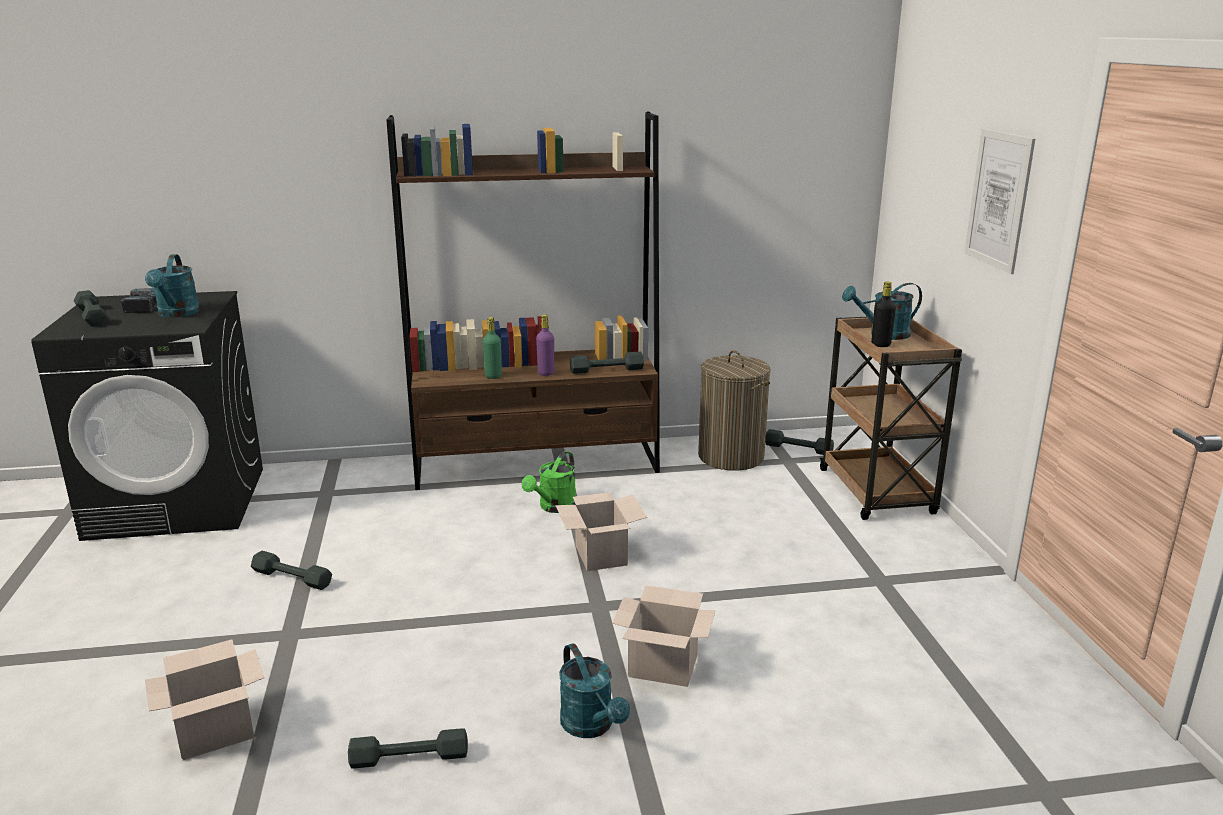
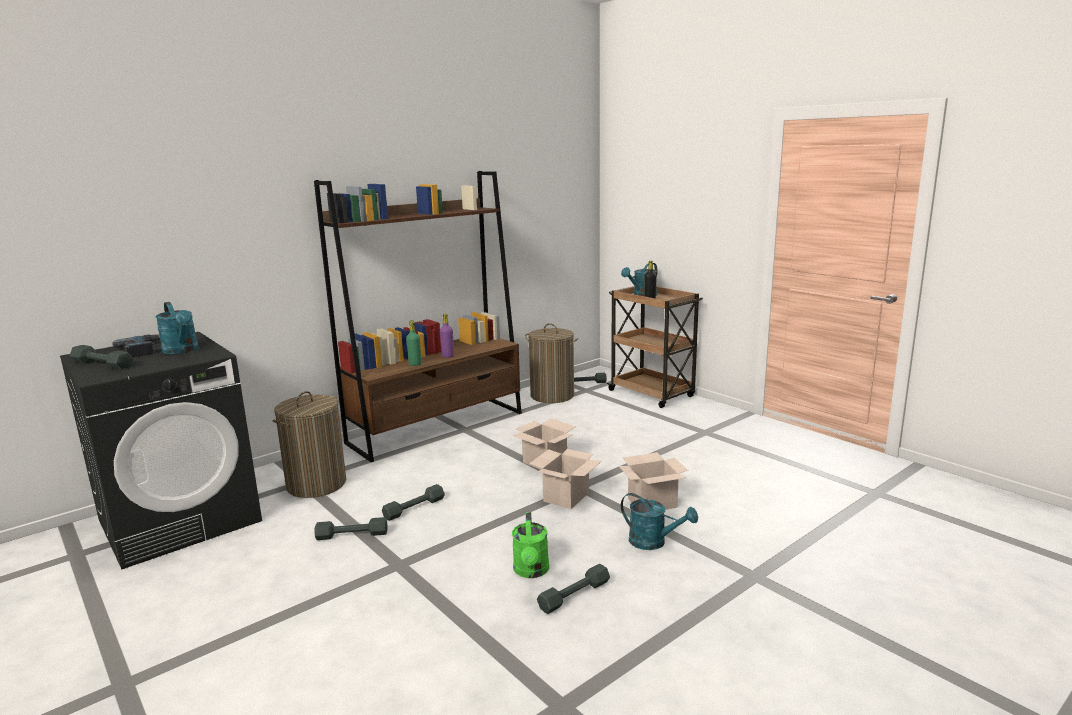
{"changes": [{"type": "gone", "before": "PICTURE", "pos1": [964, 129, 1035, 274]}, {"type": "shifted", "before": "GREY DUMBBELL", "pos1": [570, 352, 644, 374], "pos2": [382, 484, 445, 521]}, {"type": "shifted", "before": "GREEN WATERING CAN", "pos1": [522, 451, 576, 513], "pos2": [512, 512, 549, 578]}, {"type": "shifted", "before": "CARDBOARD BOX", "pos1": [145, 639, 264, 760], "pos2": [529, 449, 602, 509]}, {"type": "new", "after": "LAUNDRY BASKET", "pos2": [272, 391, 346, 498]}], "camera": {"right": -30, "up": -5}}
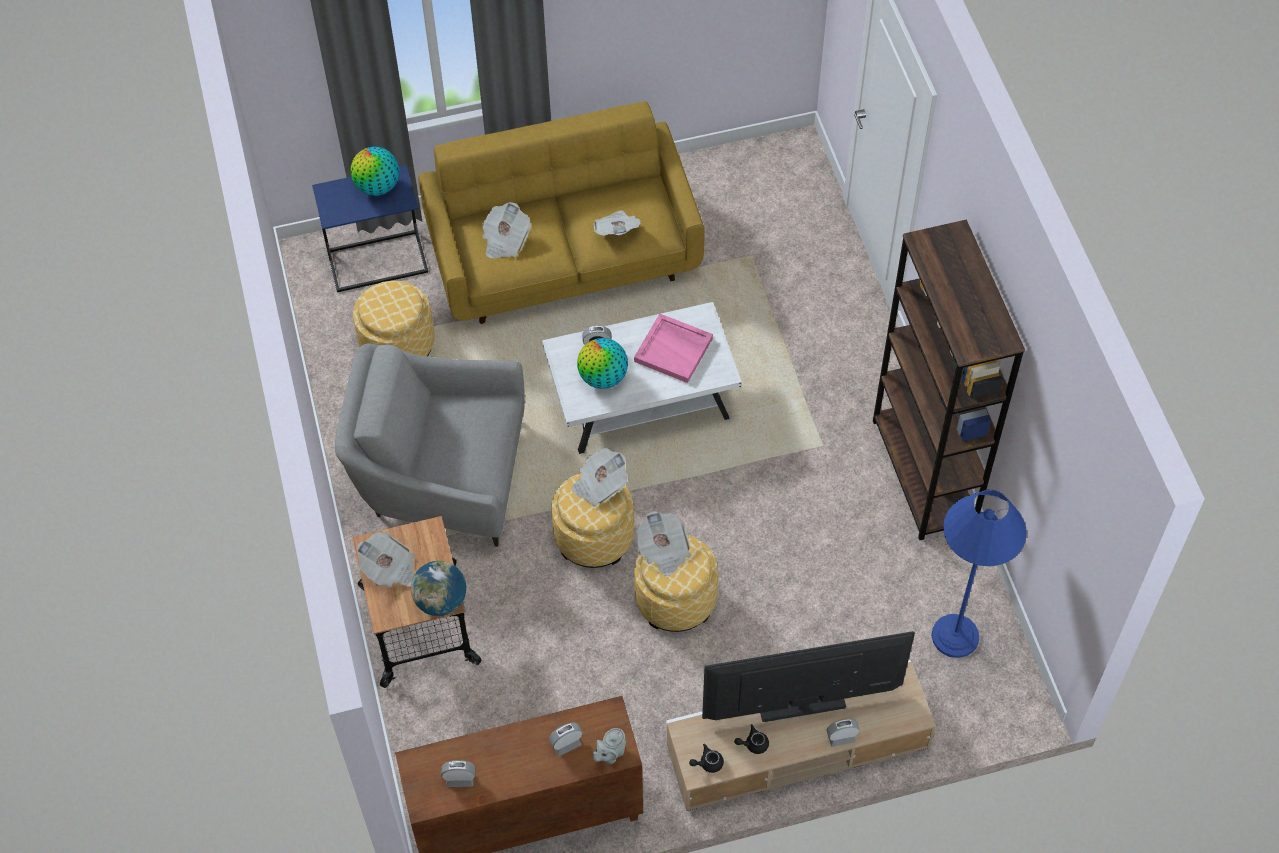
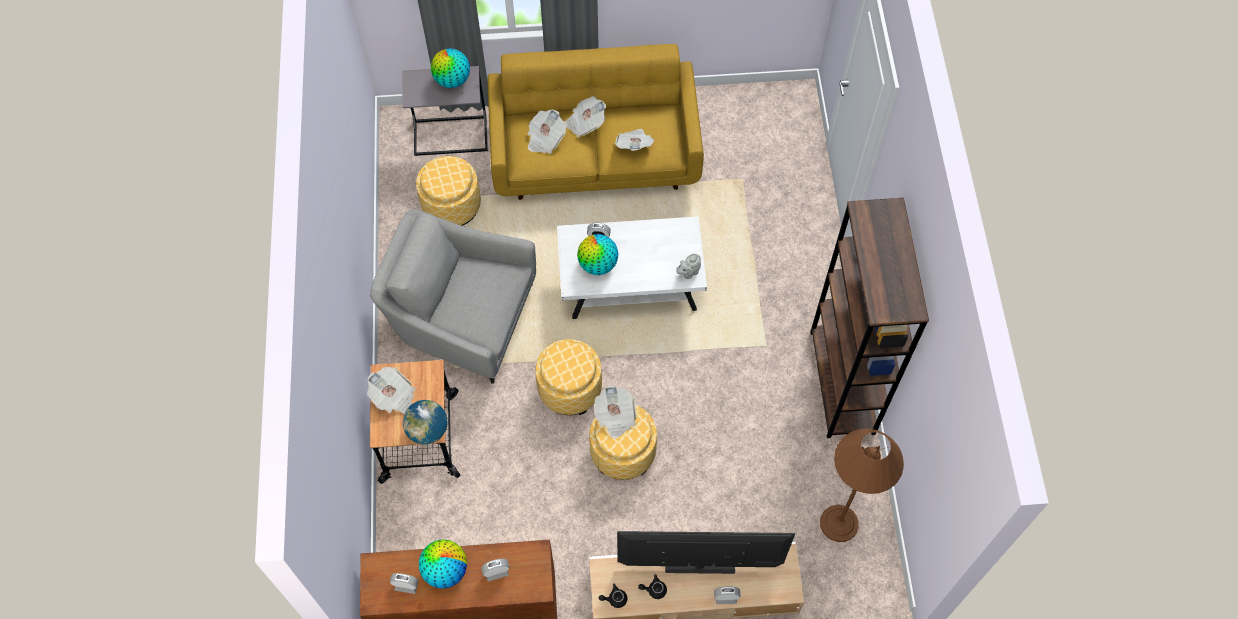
{"changes": [{"type": "repainted", "before": "BLUE SIDE TABLE", "after": "GREY SIDE TABLE", "pos1": [312, 165, 428, 292], "pos2": [402, 66, 488, 156]}, {"type": "gone", "before": "PINK TRAY", "pos1": [634, 314, 713, 383]}, {"type": "shifted", "before": "NEWSPAPER", "pos1": [572, 448, 628, 507], "pos2": [565, 96, 606, 138]}, {"type": "repainted", "before": "BLUE FLOOR LAMP", "after": "BROWN FLOOR LAMP", "pos1": [931, 490, 1026, 658], "pos2": [820, 429, 904, 542]}, {"type": "shifted", "before": "GREY TEAPOT", "pos1": [593, 728, 626, 764], "pos2": [676, 254, 701, 279]}, {"type": "new", "after": "GLOBE", "pos2": [419, 539, 467, 589]}], "camera": {"right": 10, "up": 5}}
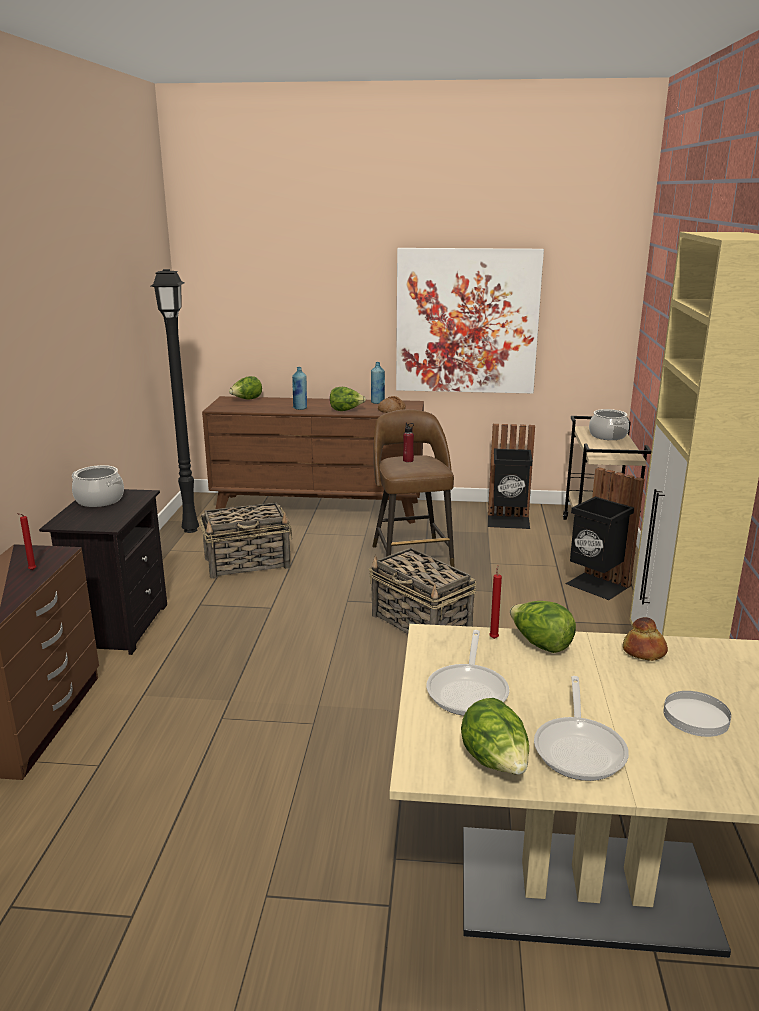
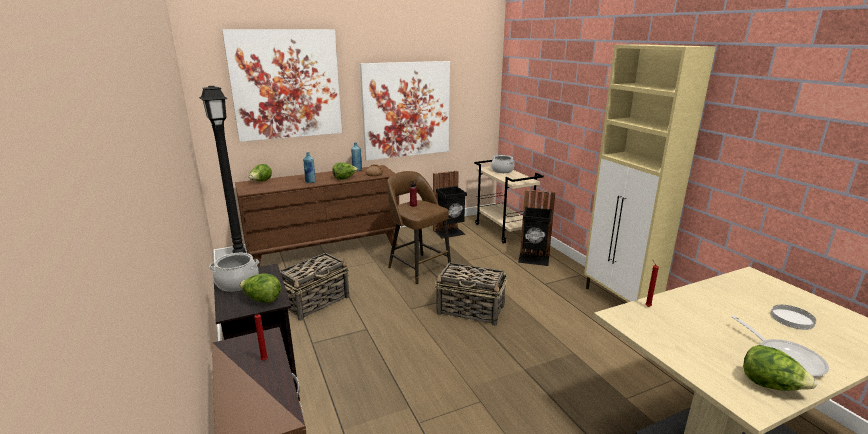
{"changes": [{"type": "shifted", "before": "LETTUCE", "pos1": [510, 601, 576, 653], "pos2": [240, 273, 281, 303]}, {"type": "gone", "before": "BREAD", "pos1": [623, 617, 668, 661]}, {"type": "gone", "before": "FRYING PAN", "pos1": [426, 630, 509, 716]}, {"type": "new", "after": "PICTURE", "pos2": [222, 29, 342, 142]}], "camera": {"right": -30, "up": 0}}
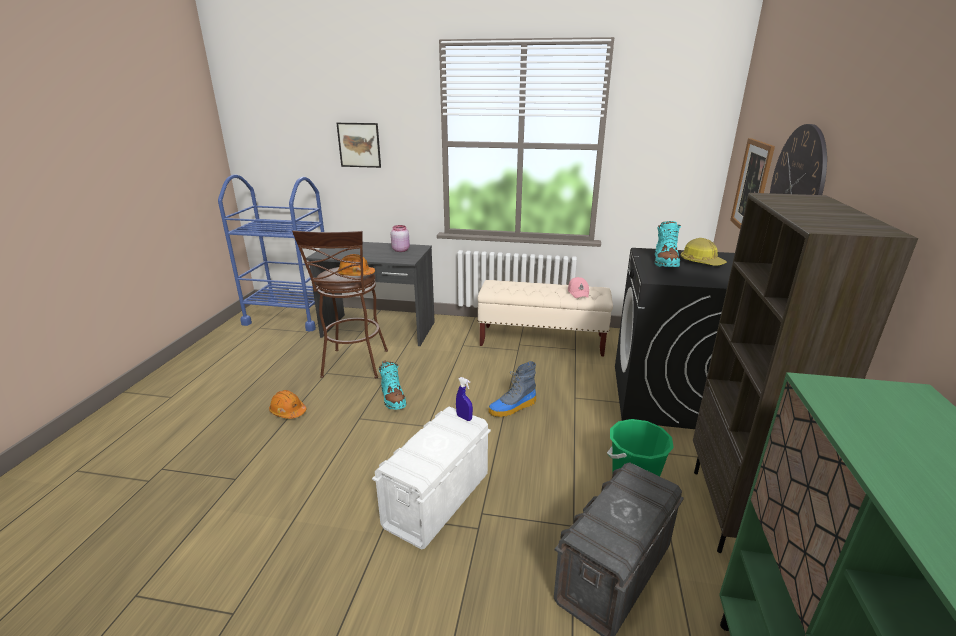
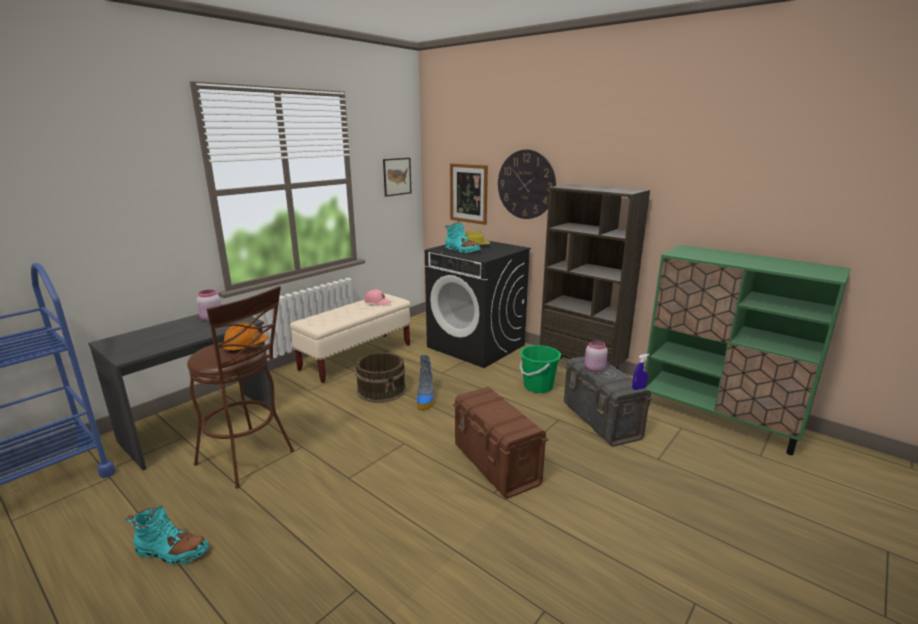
{"changes": [{"type": "shifted", "before": "PICTURE", "pos1": [336, 123, 381, 168], "pos2": [383, 158, 411, 197]}, {"type": "shifted", "before": "TURQUOISE BOOT", "pos1": [379, 360, 406, 410], "pos2": [125, 505, 209, 565]}, {"type": "shifted", "before": "BLUE SPRAY BOTTLE", "pos1": [456, 377, 473, 421], "pos2": [632, 354, 649, 390]}, {"type": "gone", "before": "ORANGE HARD HAT", "pos1": [269, 390, 307, 419]}, {"type": "repainted", "before": "WHITE STORAGE BOX", "after": "BROWN STORAGE BOX", "pos1": [372, 406, 491, 550], "pos2": [453, 387, 548, 499]}, {"type": "new", "after": "PINK JAR", "pos2": [584, 340, 608, 372]}, {"type": "new", "after": "BROWN BUCKET", "pos2": [355, 352, 406, 403]}], "camera": {"right": -60, "up": -5}}
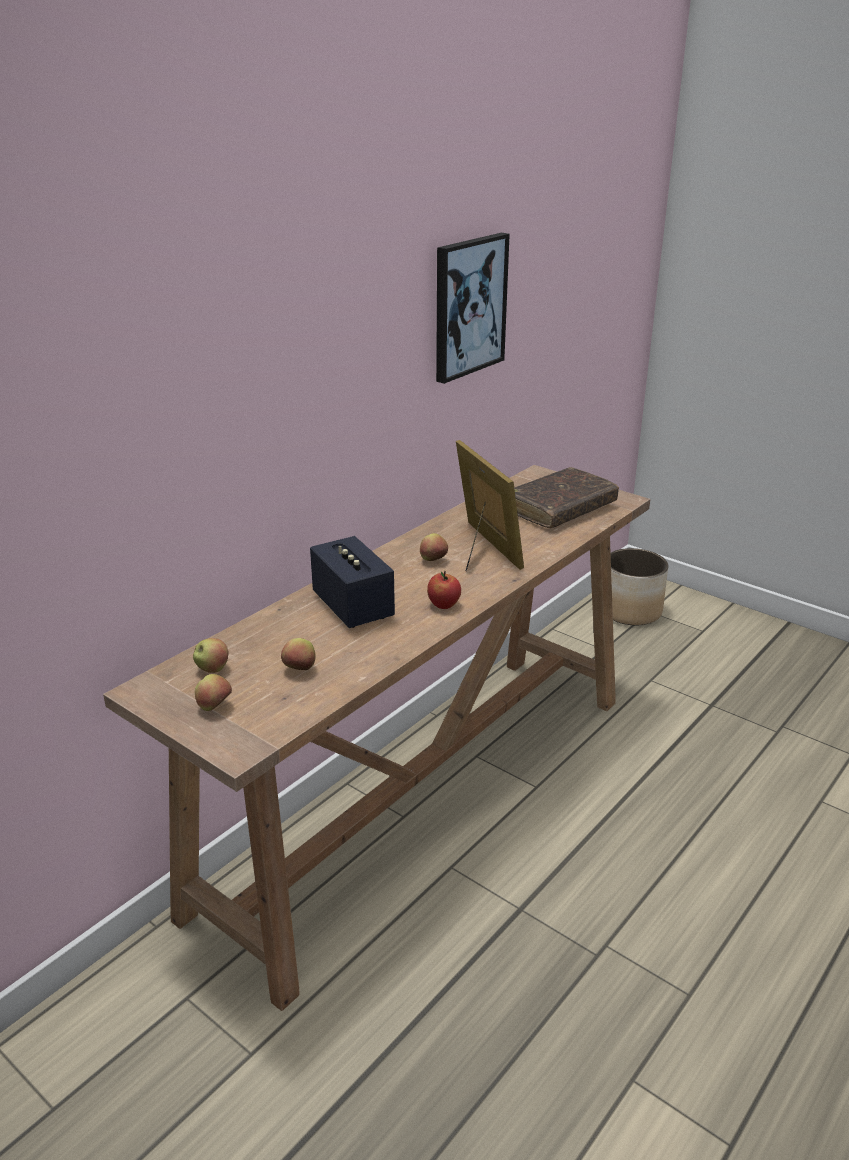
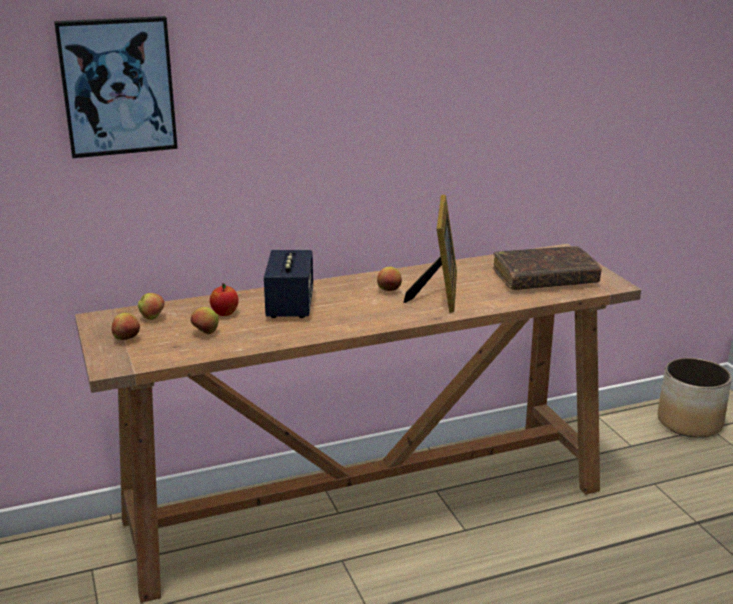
{"changes": [{"type": "shifted", "before": "PICTURE", "pos1": [436, 233, 510, 384], "pos2": [54, 16, 178, 158]}, {"type": "shifted", "before": "APPLE", "pos1": [427, 571, 461, 609], "pos2": [210, 283, 239, 316]}], "camera": {"right": 30, "up": -5}}
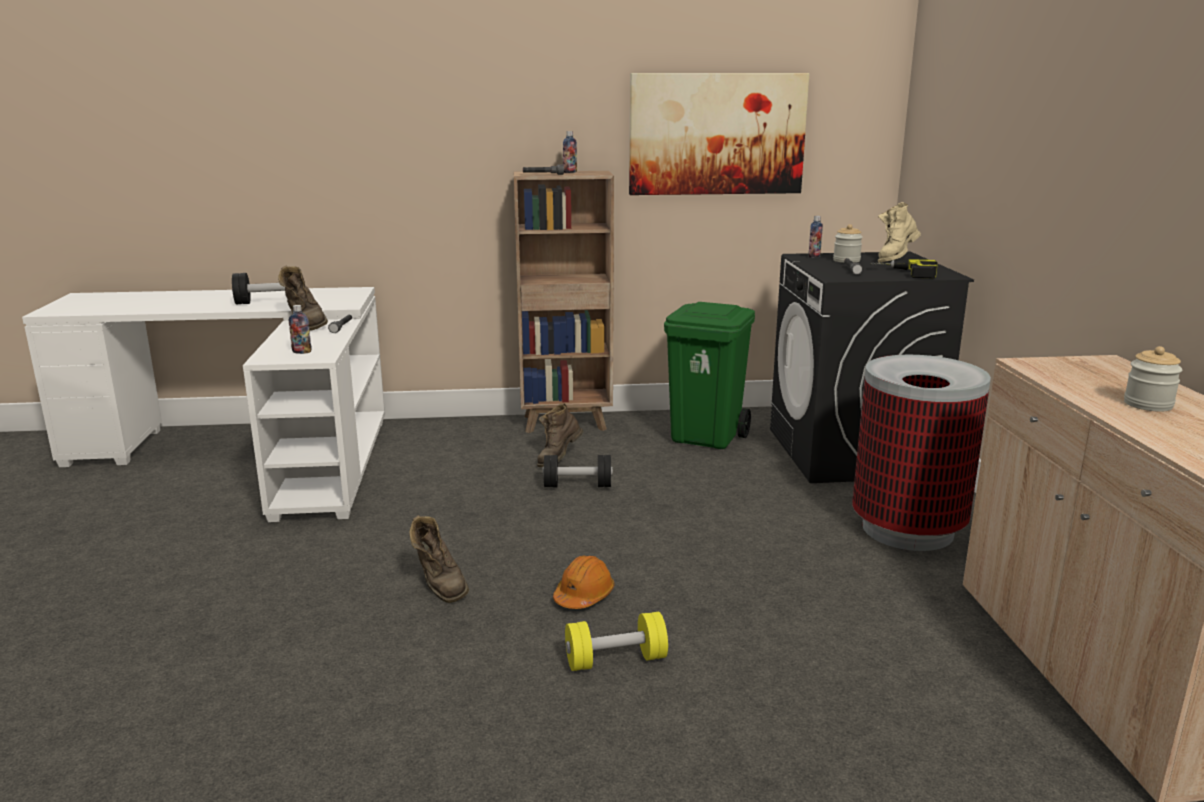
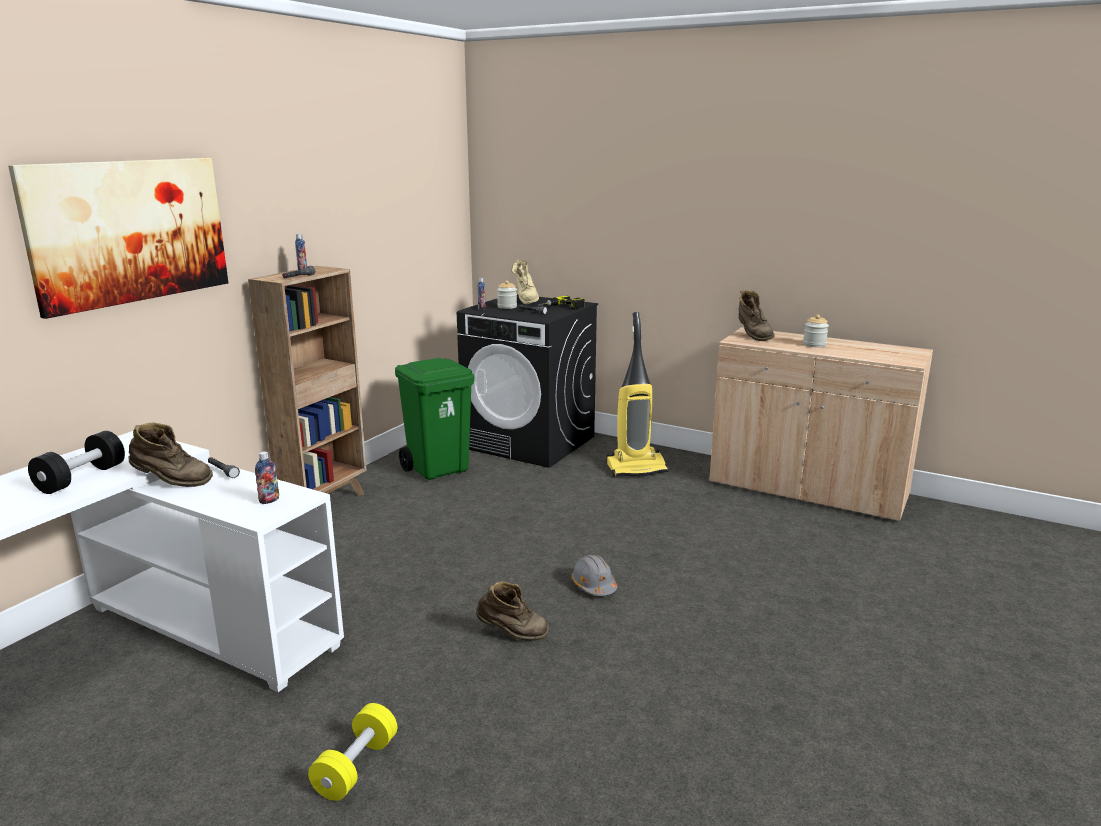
{"changes": [{"type": "shifted", "before": "PICTURE", "pos1": [629, 73, 810, 195], "pos2": [8, 158, 228, 319]}, {"type": "swapped", "before": "TRASH CAN", "after": "VACUUM CLEANER", "pos1": [852, 355, 991, 551], "pos2": [606, 312, 669, 477]}, {"type": "shifted", "before": "BROWN BOOT", "pos1": [537, 403, 583, 467], "pos2": [738, 290, 775, 341]}, {"type": "gone", "before": "BLACK DUMBBELL", "pos1": [542, 455, 613, 487]}, {"type": "repainted", "before": "ORANGE HARD HAT", "after": "GREY HARD HAT", "pos1": [553, 555, 614, 609], "pos2": [571, 555, 617, 596]}, {"type": "shifted", "before": "YELLOW DUMBBELL", "pos1": [565, 612, 668, 671], "pos2": [308, 703, 397, 801]}], "camera": {"right": -55, "up": 0}}
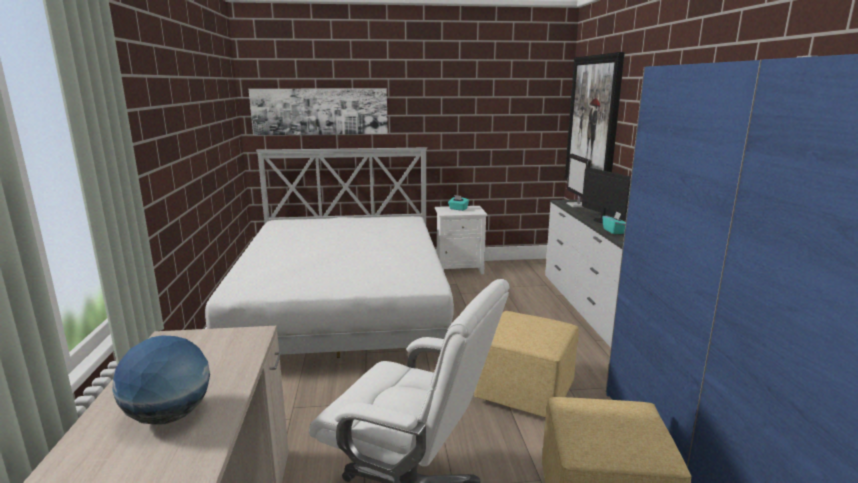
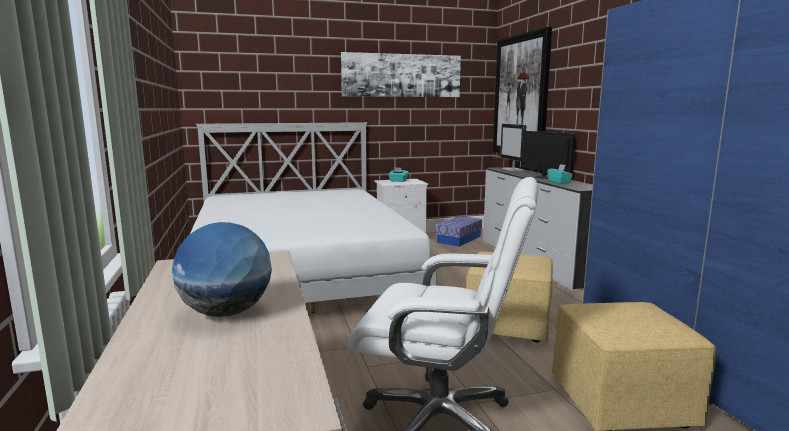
{"changes": [{"type": "shifted", "before": "PICTURE", "pos1": [249, 89, 388, 135], "pos2": [341, 52, 461, 97]}, {"type": "new", "after": "STORAGE BOX", "pos2": [436, 216, 482, 247]}], "camera": {"right": -10, "up": -5}}
